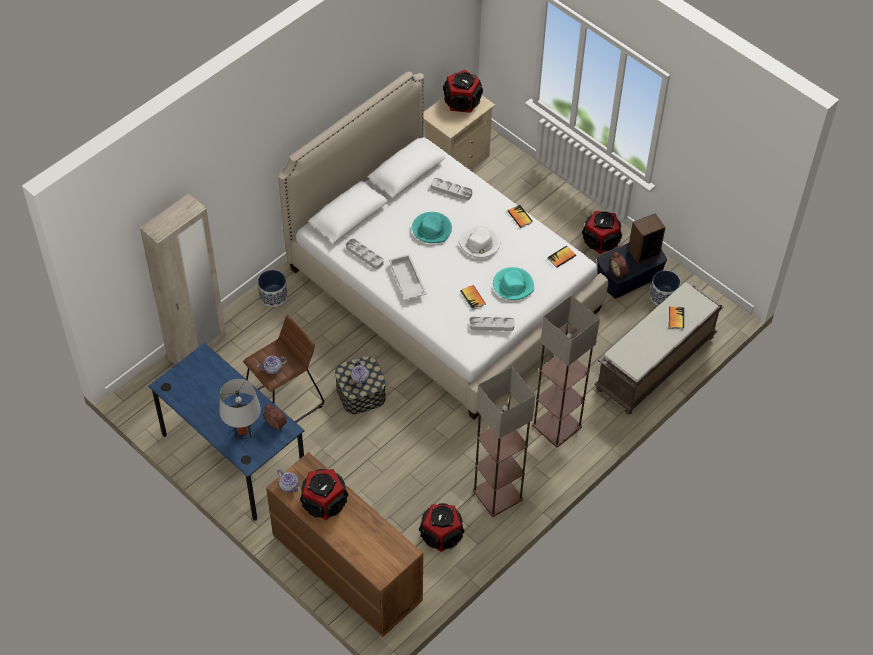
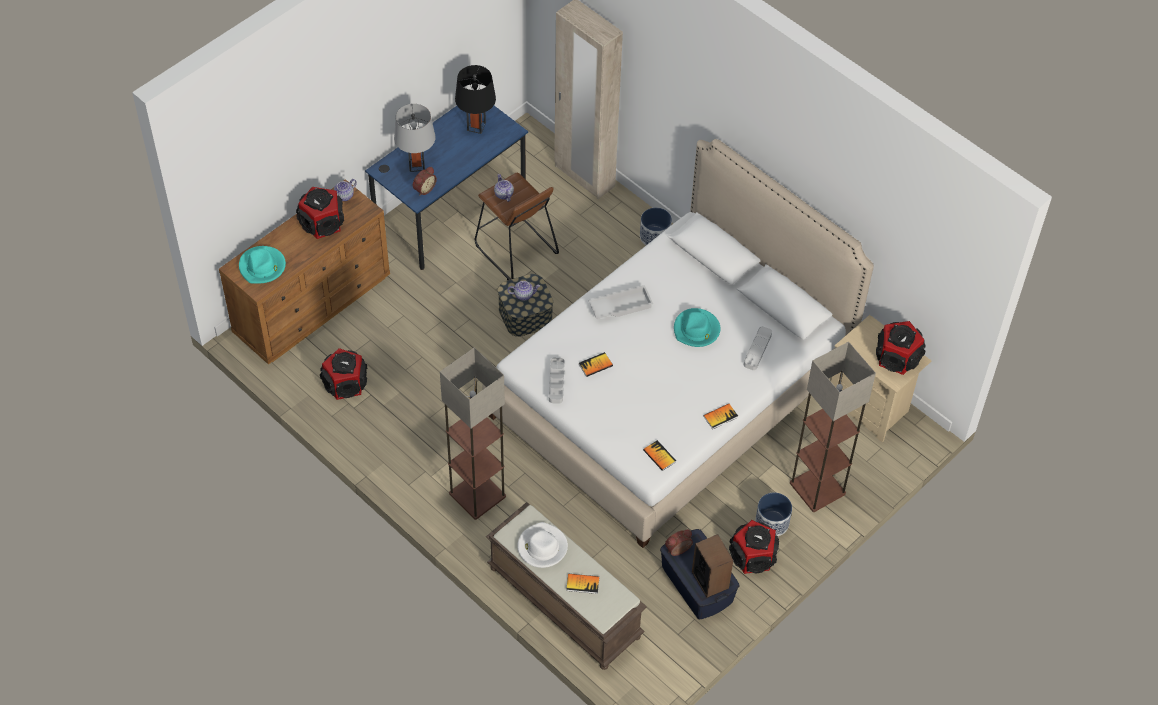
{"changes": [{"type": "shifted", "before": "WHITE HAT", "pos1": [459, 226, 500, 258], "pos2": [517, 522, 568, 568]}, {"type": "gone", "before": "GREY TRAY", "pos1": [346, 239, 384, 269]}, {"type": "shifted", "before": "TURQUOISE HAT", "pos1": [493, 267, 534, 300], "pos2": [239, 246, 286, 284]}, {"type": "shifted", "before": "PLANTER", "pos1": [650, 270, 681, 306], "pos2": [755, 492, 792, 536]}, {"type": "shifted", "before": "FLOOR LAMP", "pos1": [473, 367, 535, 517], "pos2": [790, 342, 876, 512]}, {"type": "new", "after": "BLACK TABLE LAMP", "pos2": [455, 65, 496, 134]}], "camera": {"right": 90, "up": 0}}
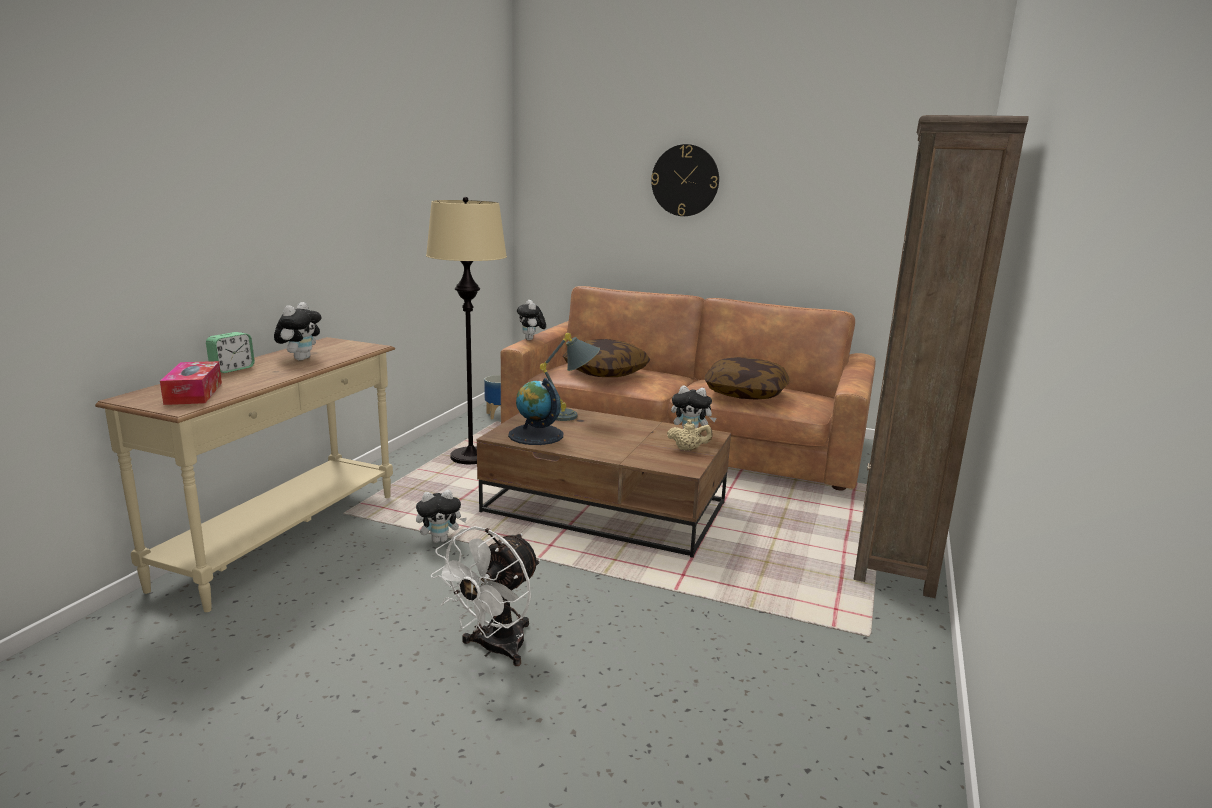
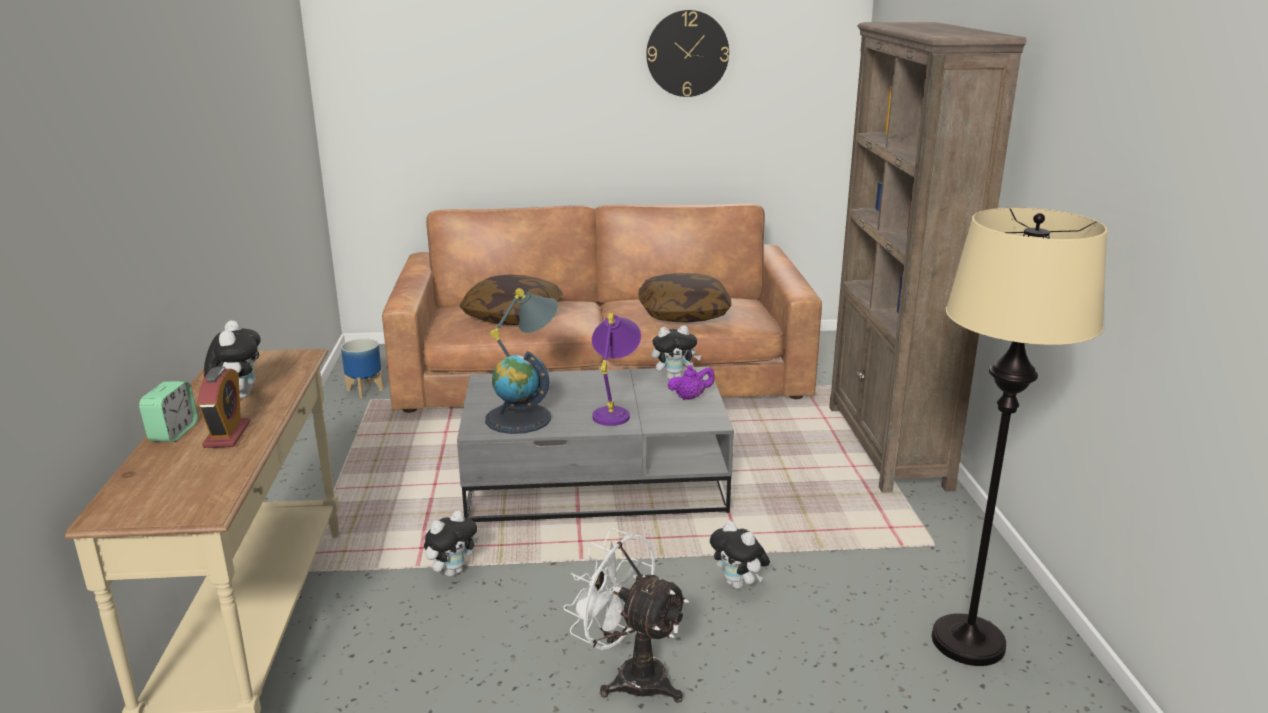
{"changes": [{"type": "shifted", "before": "WALL CLOCK", "pos1": [651, 144, 719, 216], "pos2": [646, 10, 729, 97]}, {"type": "shifted", "before": "BEIGE FLOOR LAMP", "pos1": [426, 197, 507, 464], "pos2": [932, 208, 1108, 666]}, {"type": "shifted", "before": "PLUSH TOY", "pos1": [517, 300, 546, 340], "pos2": [710, 521, 770, 589]}, {"type": "gone", "before": "TISSUE BOX", "pos1": [160, 361, 222, 405]}, {"type": "repainted", "before": "BROWN COFFEE TABLE", "after": "GREY COFFEE TABLE", "pos1": [477, 407, 731, 558], "pos2": [457, 367, 734, 522]}, {"type": "repainted", "before": "BEIGE TEAPOT", "after": "PURPLE TEAPOT", "pos1": [667, 420, 712, 451], "pos2": [668, 365, 715, 400]}, {"type": "rotated", "before": "WHITE FAN", "pos1": [431, 526, 540, 666], "pos2": [563, 528, 689, 703], "turn": 120}, {"type": "new", "after": "PURPLE TABLE LAMP", "pos2": [592, 313, 641, 426]}, {"type": "new", "after": "ALARM CLOCK", "pos2": [198, 367, 250, 448]}], "camera": {"right": -25, "up": 5}}
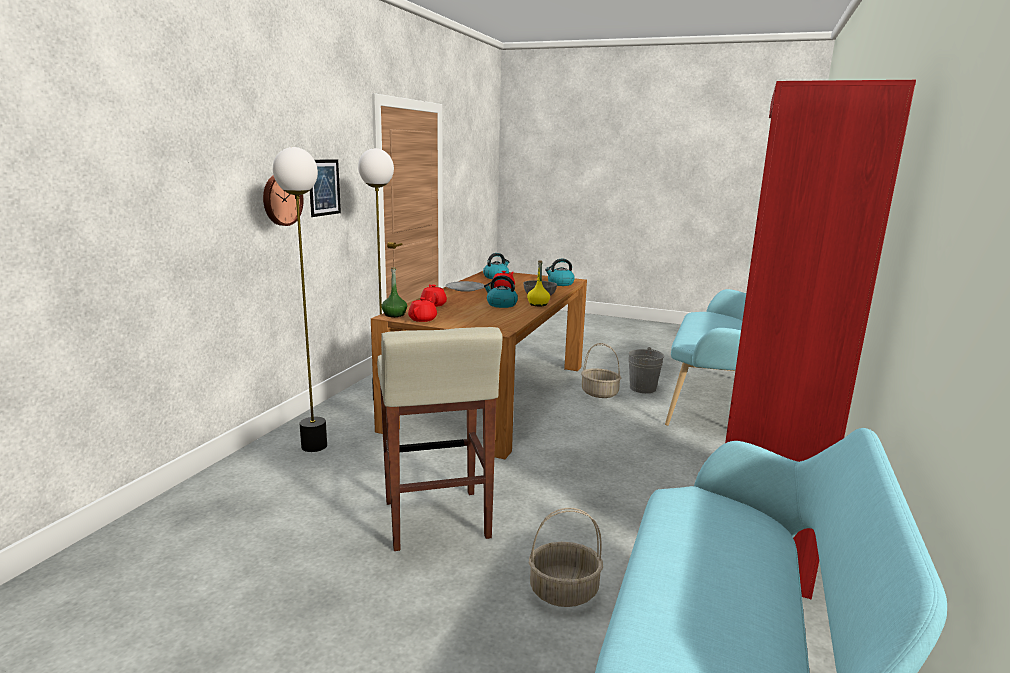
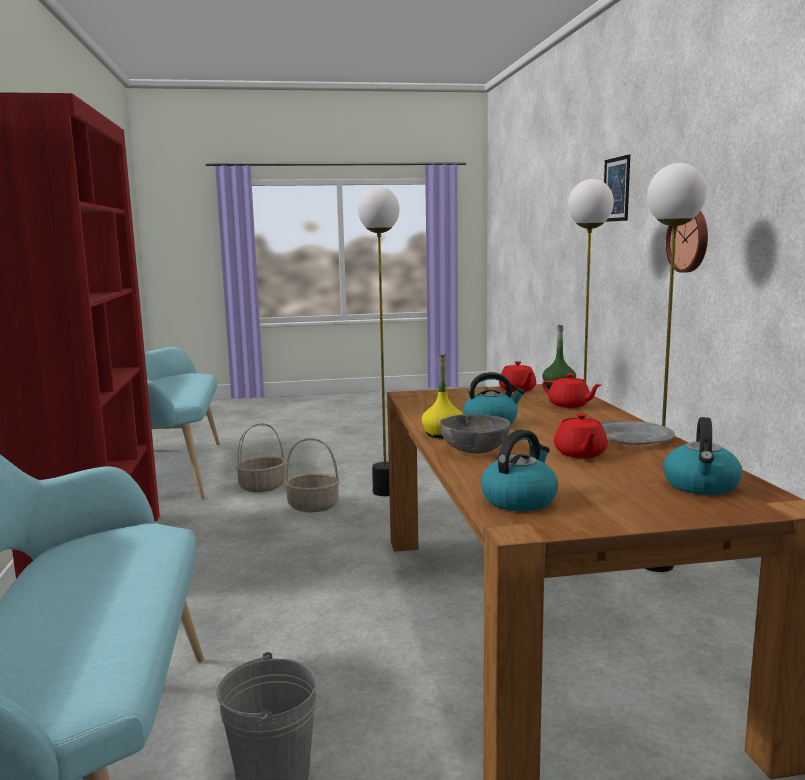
{"changes": [{"type": "shifted", "before": "PICTURE", "pos1": [310, 159, 341, 217], "pos2": [604, 154, 630, 222]}, {"type": "swapped", "before": "BEIGE STOOL", "after": "FLOOR LAMP", "pos1": [377, 327, 503, 551], "pos2": [358, 186, 399, 496]}, {"type": "shifted", "before": "BASKET", "pos1": [581, 343, 621, 398], "pos2": [285, 438, 340, 512]}], "camera": {"right": 150, "up": -5}}
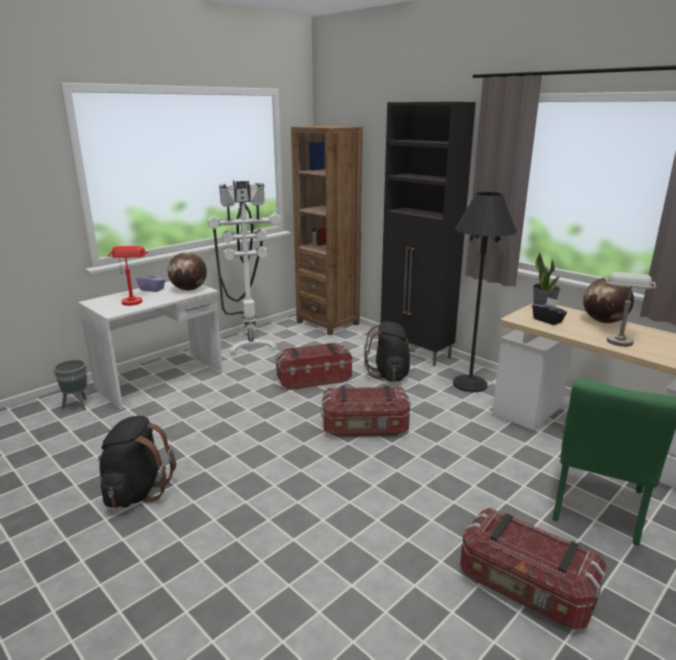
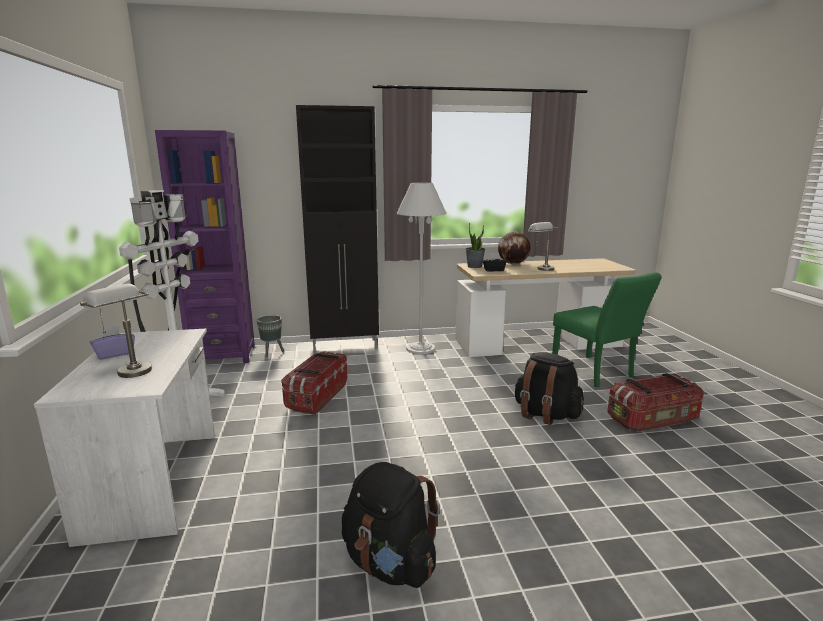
{"changes": [{"type": "repainted", "before": "BROWN BOOKCASE", "after": "PURPLE BOOKCASE", "pos1": [291, 126, 363, 335], "pos2": [155, 130, 255, 363]}, {"type": "repainted", "before": "BLACK FLOOR LAMP", "after": "WHITE FLOOR LAMP", "pos1": [453, 192, 517, 392], "pos2": [397, 182, 447, 354]}, {"type": "repainted", "before": "RED TABLE LAMP", "after": "GREY TABLE LAMP", "pos1": [107, 246, 148, 306], "pos2": [80, 283, 152, 378]}, {"type": "gone", "before": "GLOBE", "pos1": [167, 252, 207, 291]}, {"type": "shifted", "before": "BLACK BACKPACK", "pos1": [364, 321, 415, 382], "pos2": [515, 352, 584, 425]}, {"type": "shifted", "before": "GREY PLANTER", "pos1": [53, 360, 87, 410], "pos2": [257, 315, 284, 357]}, {"type": "gone", "before": "STORAGE BOX", "pos1": [321, 385, 411, 437]}], "camera": {"right": -55, "up": -5}}
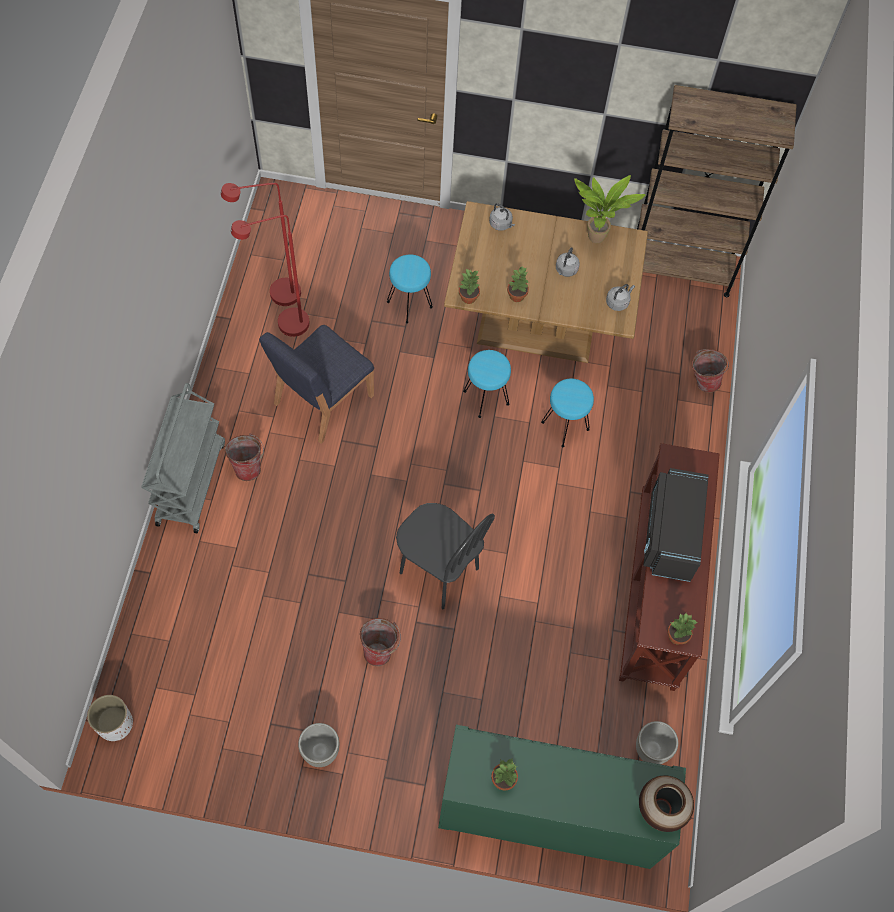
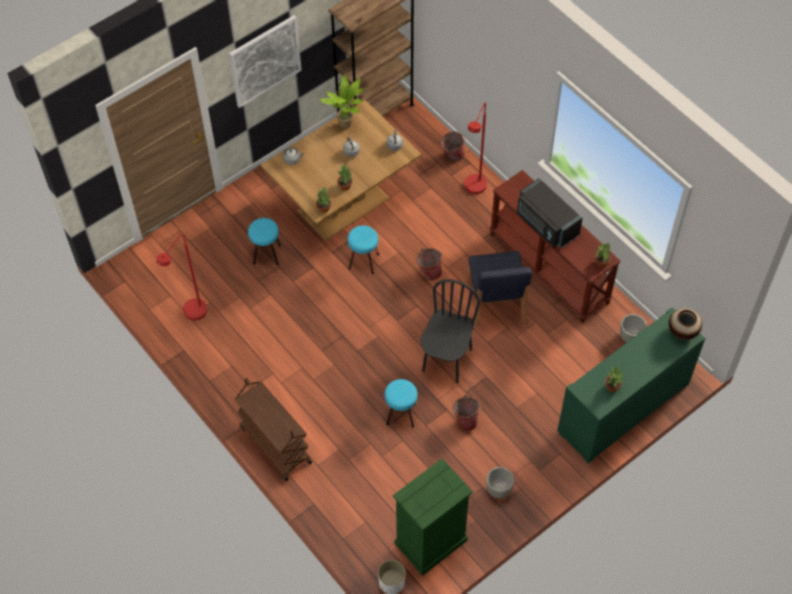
{"changes": [{"type": "shifted", "before": "RED FLOOR LAMP", "pos1": [231, 215, 310, 337], "pos2": [464, 102, 487, 194]}, {"type": "shifted", "before": "BLUE CHAIR", "pos1": [259, 325, 374, 444], "pos2": [468, 251, 532, 327]}, {"type": "shifted", "before": "TURQUOISE STOOL", "pos1": [541, 379, 594, 447], "pos2": [385, 379, 418, 427]}, {"type": "repainted", "before": "GREY CART", "after": "BROWN CART", "pos1": [141, 383, 225, 533], "pos2": [235, 378, 312, 481]}, {"type": "shifted", "before": "BUCKET", "pos1": [225, 433, 264, 481], "pos2": [416, 248, 443, 280]}, {"type": "rotated", "before": "BLACK CHAIR", "pos1": [396, 503, 495, 609], "pos2": [421, 279, 480, 383], "turn": -60}, {"type": "new", "after": "PICTURE", "pos2": [229, 15, 302, 108]}, {"type": "new", "after": "GREEN DRESSER", "pos2": [393, 458, 473, 576]}], "camera": {"right": -45, "up": -5}}
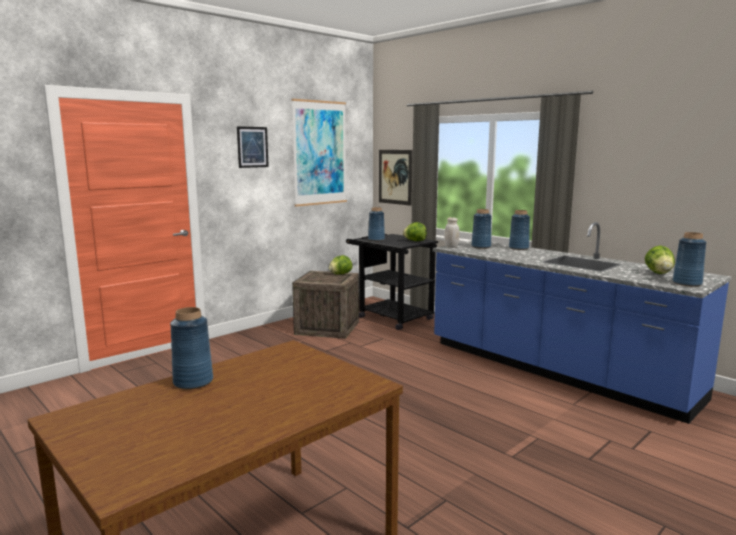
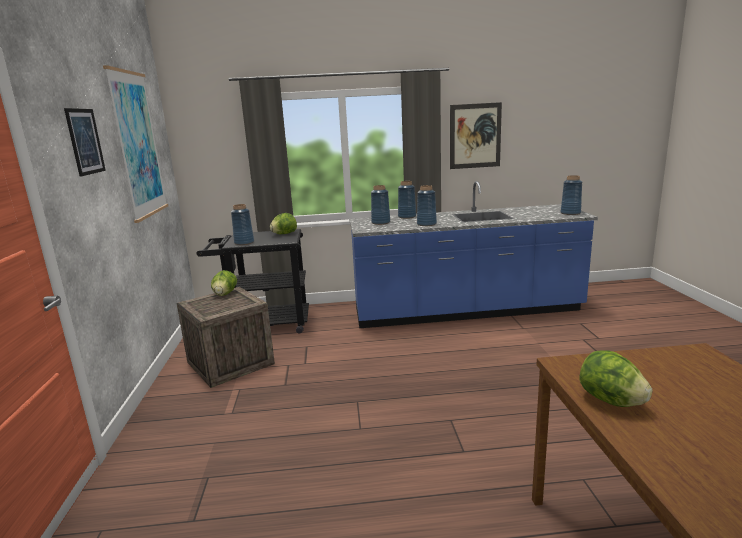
{"changes": [{"type": "shifted", "before": "PICTURE", "pos1": [379, 150, 413, 206], "pos2": [450, 102, 502, 169]}, {"type": "gone", "before": "WHITE JAR", "pos1": [444, 217, 460, 248]}, {"type": "shifted", "before": "LETTUCE", "pos1": [645, 245, 675, 274], "pos2": [580, 350, 652, 407]}, {"type": "shifted", "before": "BLUE VASE", "pos1": [170, 307, 213, 389], "pos2": [417, 185, 437, 226]}], "camera": {"right": -50, "up": 5}}
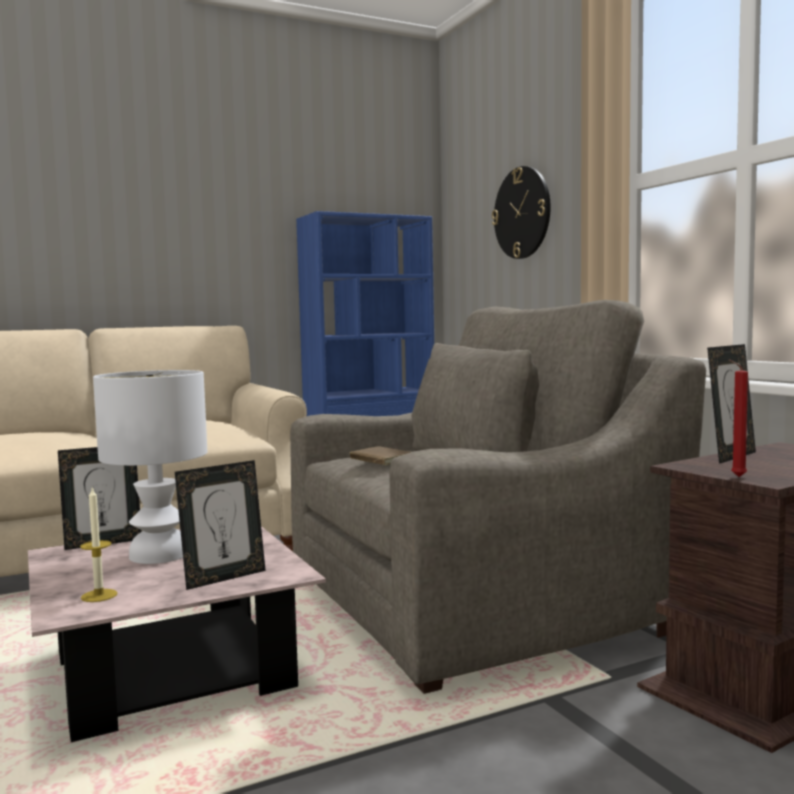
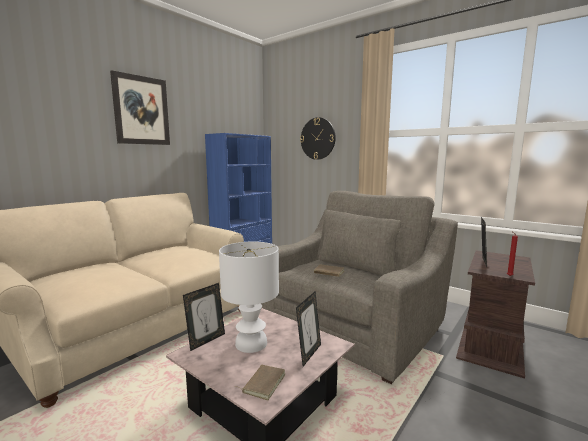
{"changes": [{"type": "swapped", "before": "CANDLE", "after": "BROWN BOOK", "pos1": [80, 487, 118, 602], "pos2": [234, 365, 286, 400]}, {"type": "new", "after": "PICTURE", "pos2": [110, 70, 170, 145]}], "camera": {"right": -25, "up": 5}}
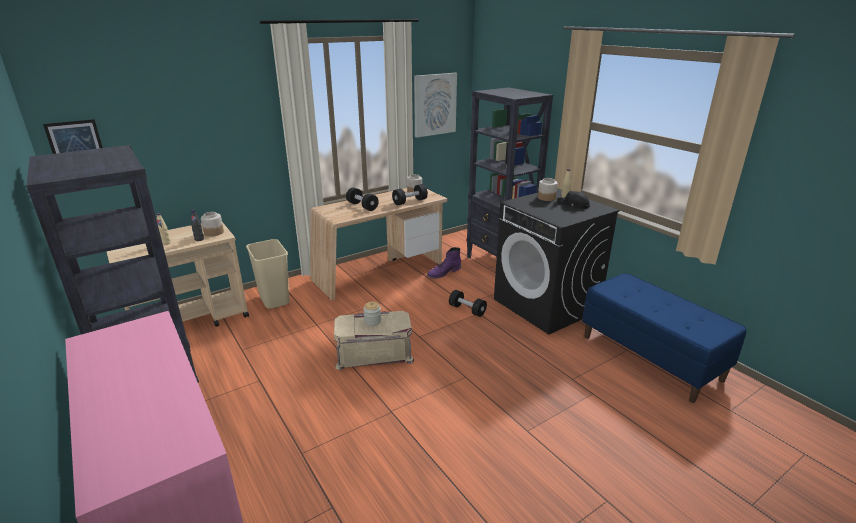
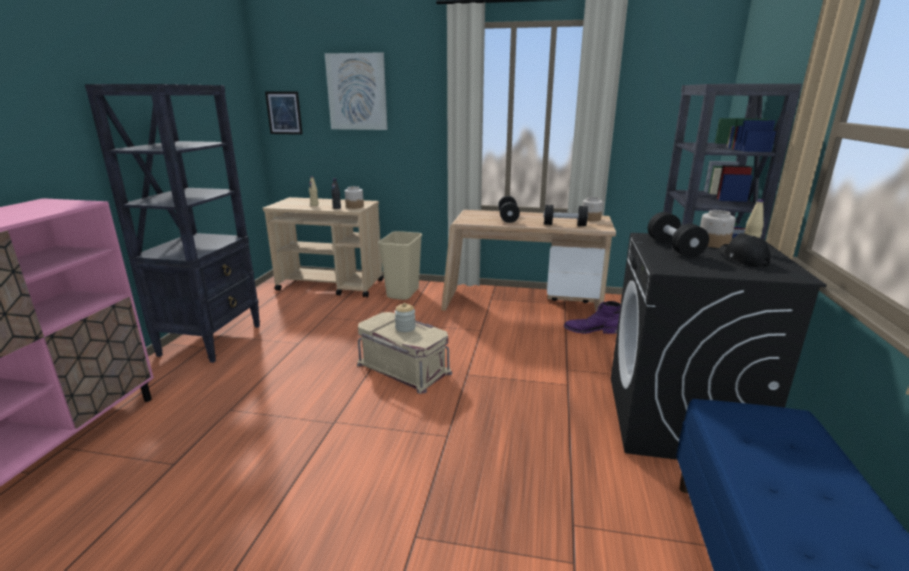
{"changes": [{"type": "shifted", "before": "PICTURE", "pos1": [414, 73, 457, 138], "pos2": [325, 52, 388, 130]}, {"type": "shifted", "before": "BLACK DUMBBELL", "pos1": [449, 290, 487, 317], "pos2": [648, 212, 709, 258]}], "camera": {"right": 45, "up": -5}}
